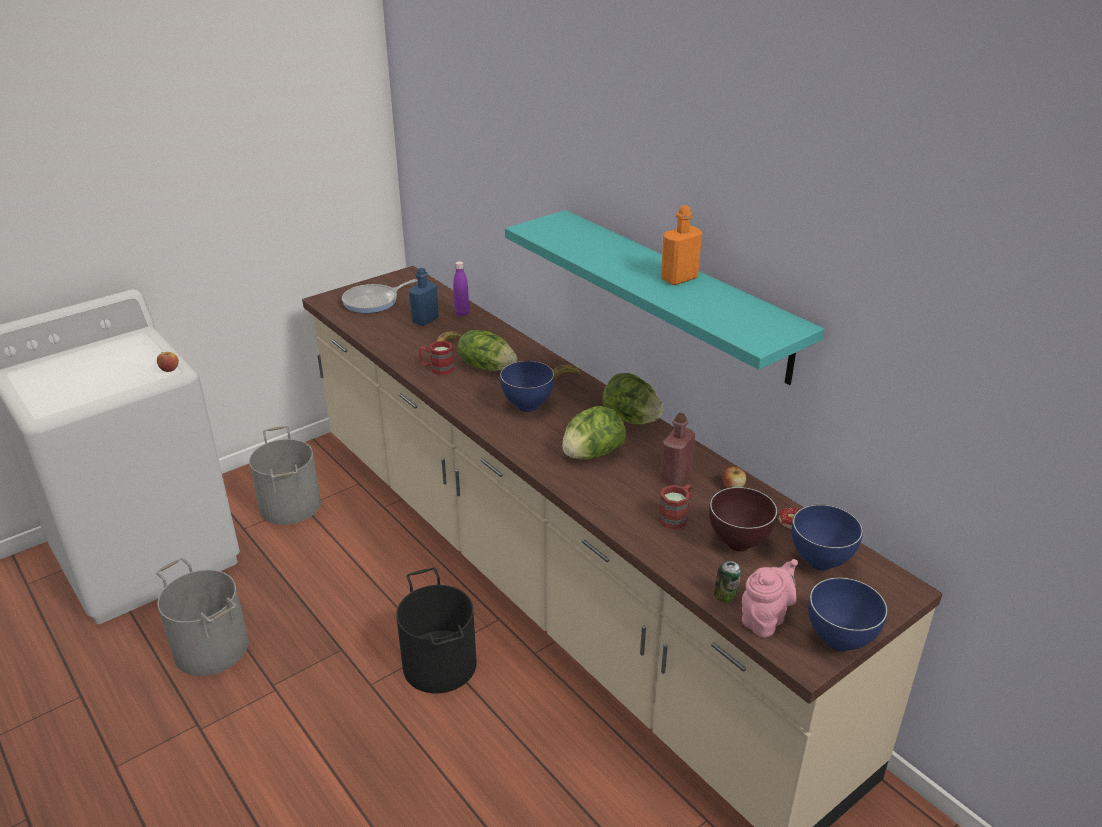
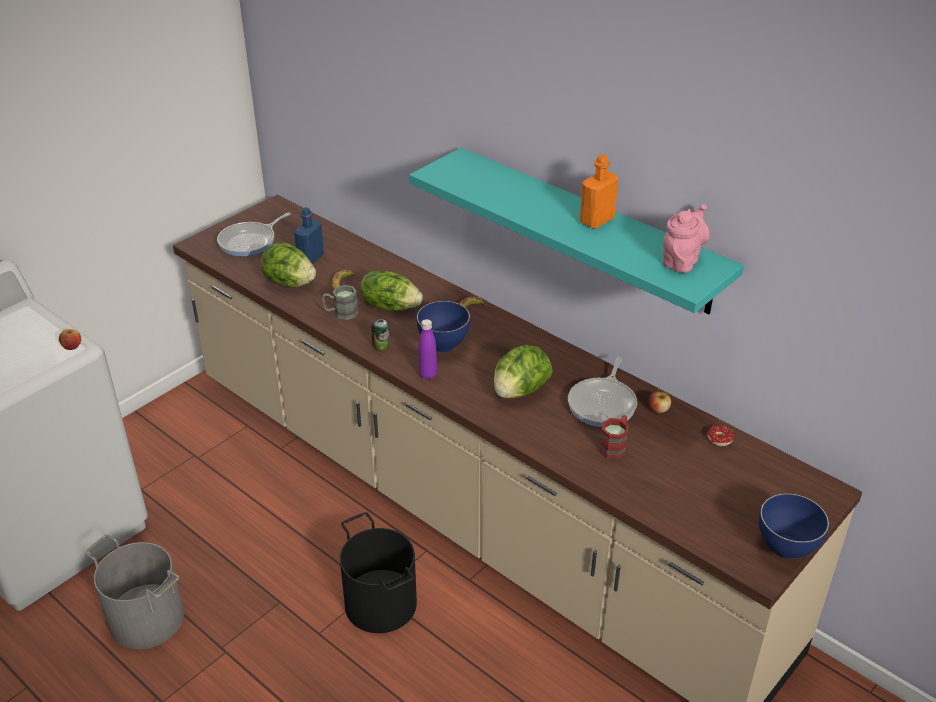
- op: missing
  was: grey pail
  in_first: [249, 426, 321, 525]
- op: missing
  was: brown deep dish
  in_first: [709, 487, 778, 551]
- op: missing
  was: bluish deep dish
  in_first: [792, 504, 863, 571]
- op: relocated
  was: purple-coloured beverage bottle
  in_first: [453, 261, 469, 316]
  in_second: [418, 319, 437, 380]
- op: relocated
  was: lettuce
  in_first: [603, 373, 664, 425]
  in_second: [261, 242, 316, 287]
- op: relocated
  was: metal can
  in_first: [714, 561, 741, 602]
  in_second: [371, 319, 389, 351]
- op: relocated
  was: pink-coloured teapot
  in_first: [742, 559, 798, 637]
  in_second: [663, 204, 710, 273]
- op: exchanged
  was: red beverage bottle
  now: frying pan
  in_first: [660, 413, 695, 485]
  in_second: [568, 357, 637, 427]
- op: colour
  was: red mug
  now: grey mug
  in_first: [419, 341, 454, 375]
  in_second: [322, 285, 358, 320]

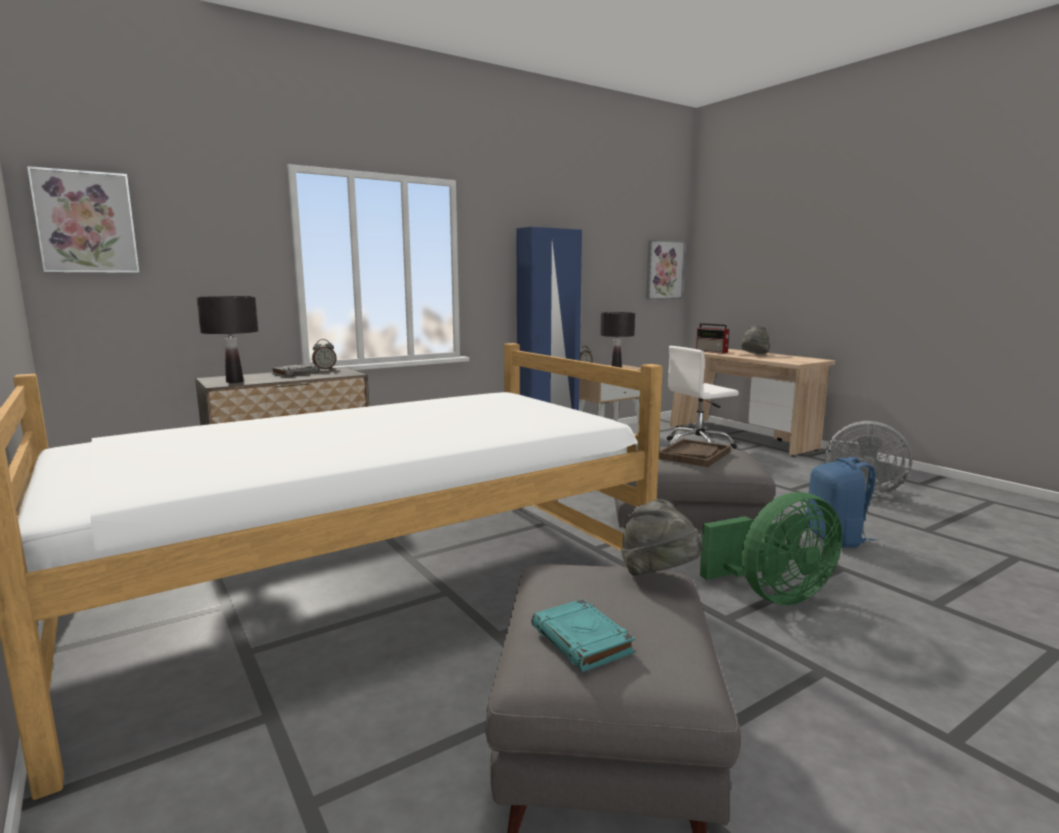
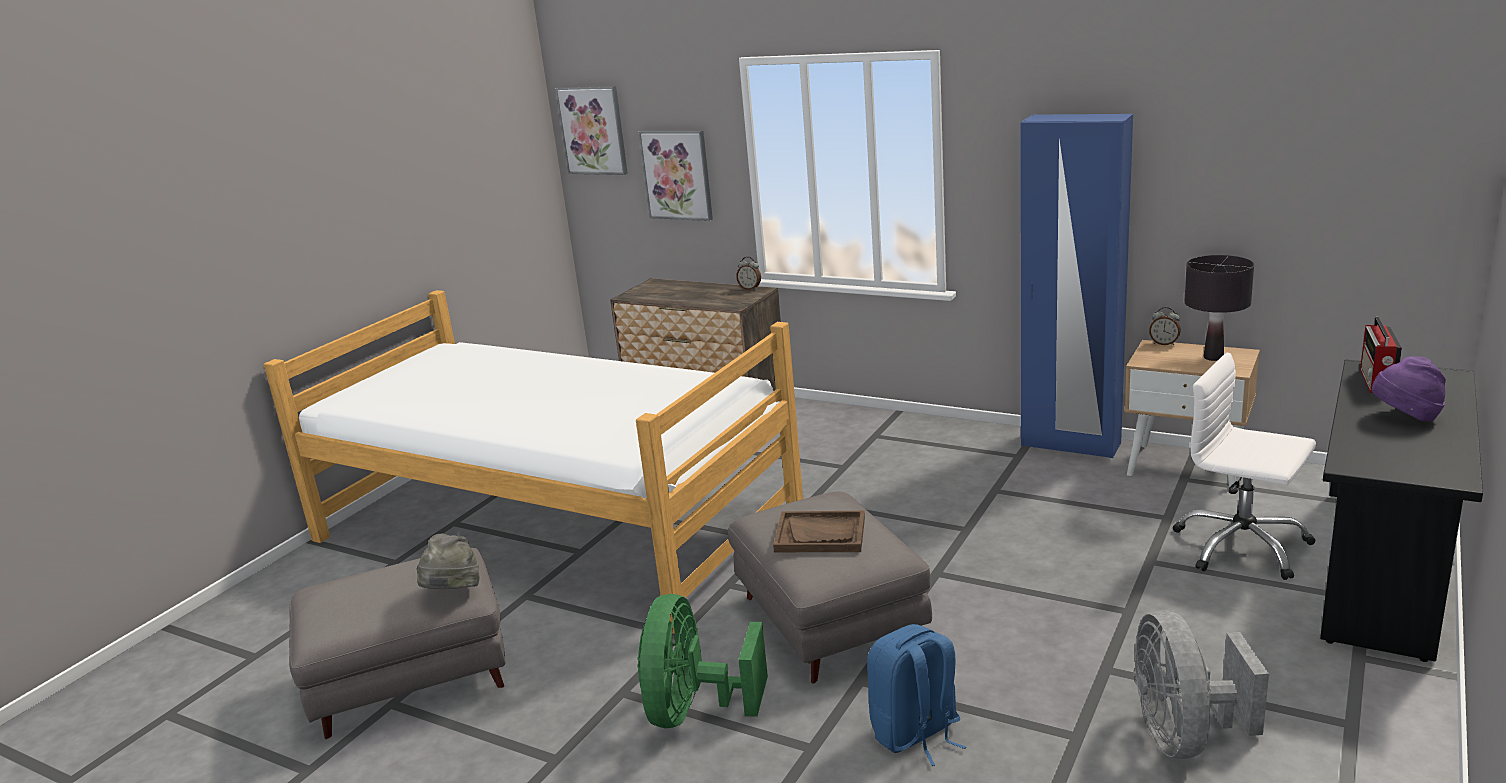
- op: missing
  was: black lamp for a table
  in_first: [196, 296, 258, 383]
- op: missing
  was: grey bound book
  in_first: [271, 364, 319, 377]
- op: missing
  was: turquoise bound book
  in_first: [532, 599, 635, 672]
- op: relocated
  was: wall picture
  in_first: [646, 240, 685, 299]
  in_second: [639, 131, 713, 221]
- op: colour
  was: beige desk table
  now: black desk table
  in_first: [670, 349, 836, 457]
  in_second: [1320, 359, 1483, 662]
- op: colour
  was: grey wearable hat
  now: purple-coloured wearable hat
  in_first: [741, 326, 770, 354]
  in_second: [1372, 356, 1446, 421]
- op: spun
  was: green cooling fan
  in_first: [700, 492, 842, 605]
  in_second: [637, 594, 768, 728]
  clockwise: 60

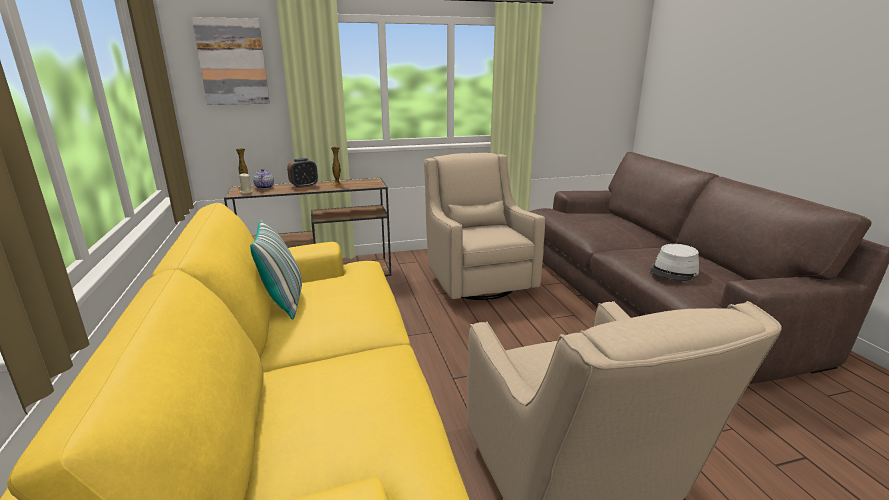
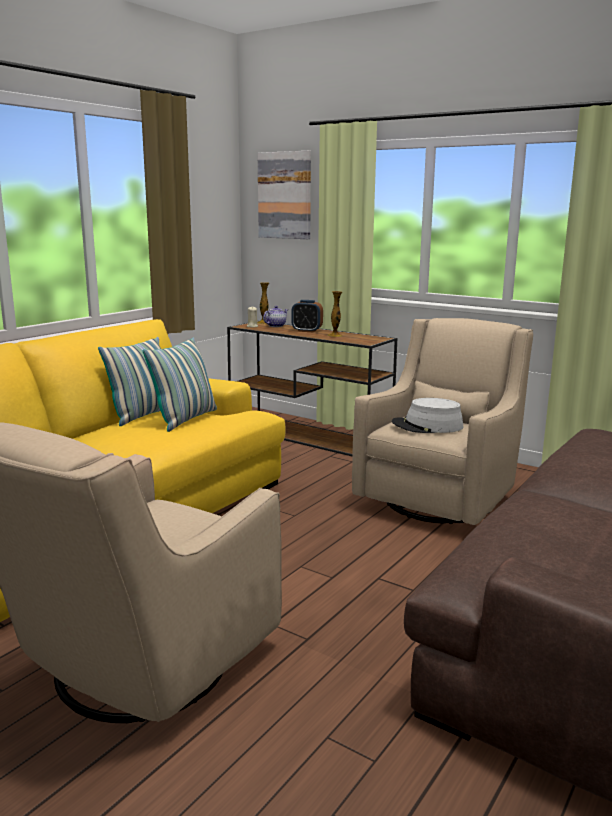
- op: appeared
  now: cushion
  in_second: [143, 337, 217, 432]
- op: relocated
  was: grey wearable hat
  in_first: [650, 244, 699, 281]
  in_second: [392, 398, 464, 433]

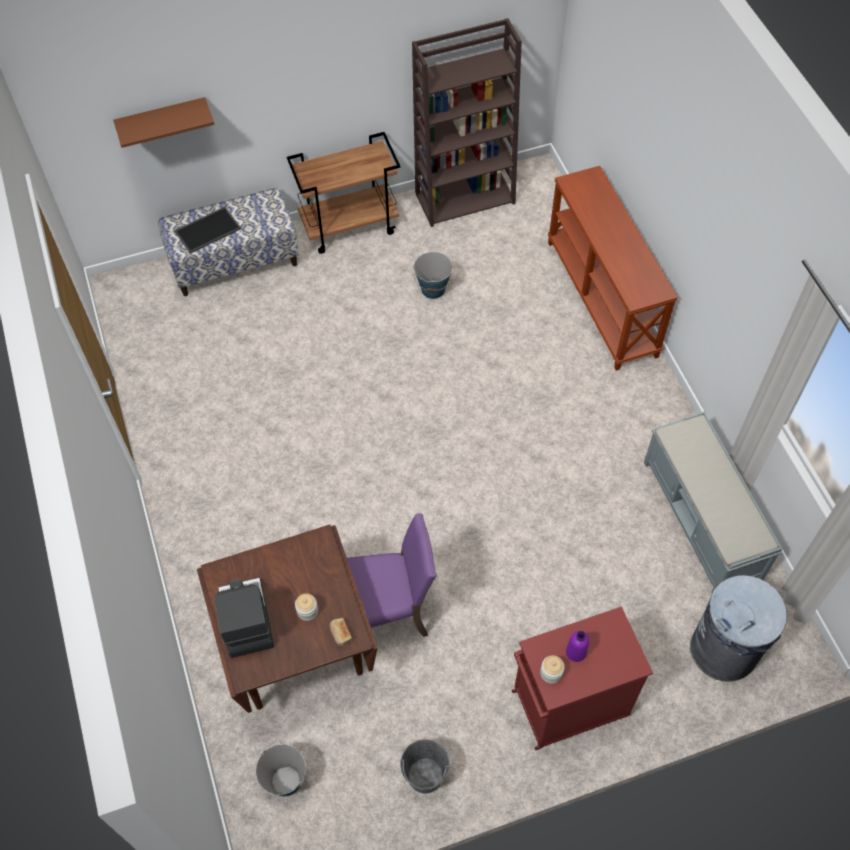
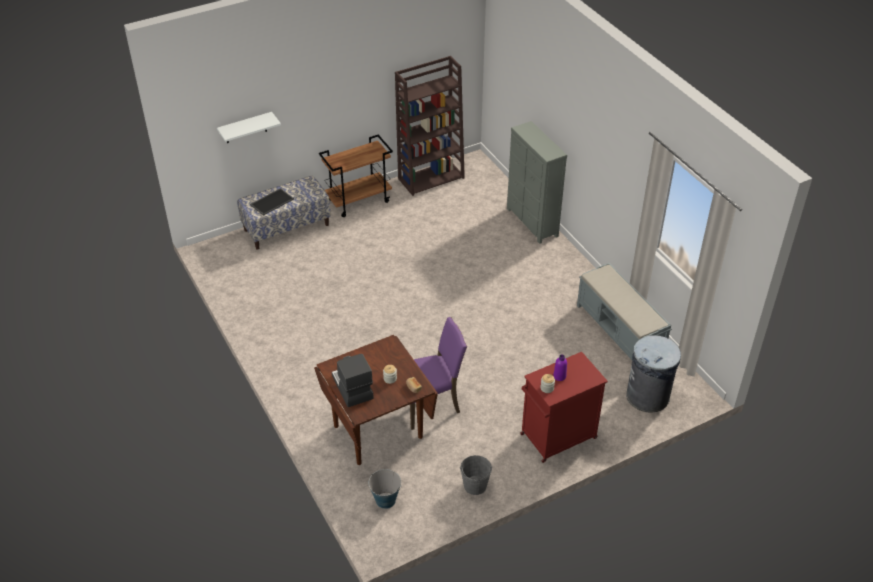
- op: missing
  was: pail
  in_first: [413, 252, 453, 299]
- op: exchanged
  was: brown narrow table
  now: grey dresser
  in_first: [548, 166, 678, 371]
  in_second: [507, 121, 567, 244]
- op: colour
  was: brown wall shelf
  now: whitish wall shelf
  in_first: [113, 97, 214, 148]
  in_second: [217, 112, 281, 143]

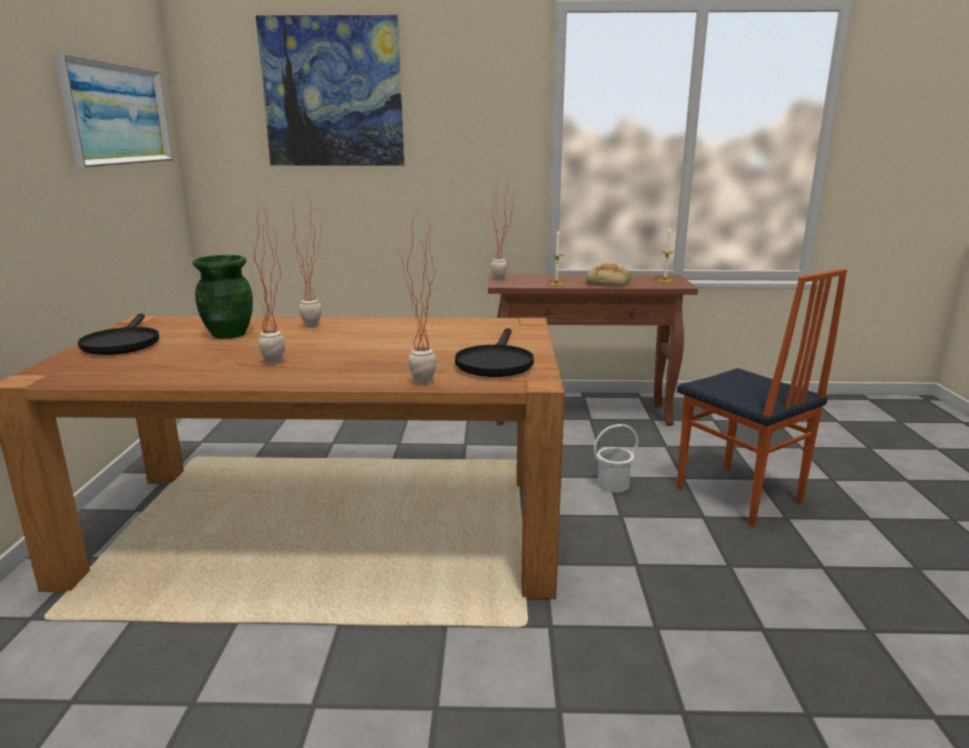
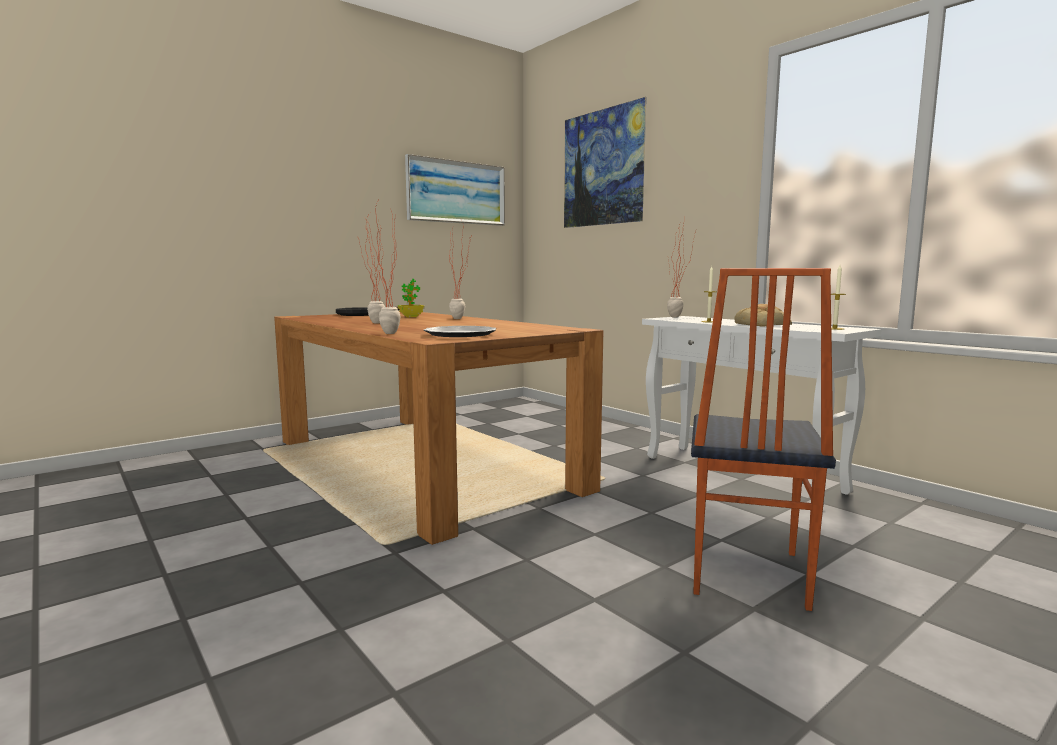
- op: missing
  was: whitish pail
  in_first: [594, 424, 638, 493]
- op: exchanged
  was: green vase
  now: potted plant
  in_first: [193, 255, 253, 339]
  in_second: [398, 279, 424, 317]
- op: exchanged
  was: black frying pan
  now: plate
  in_first: [455, 328, 534, 377]
  in_second: [424, 326, 497, 337]
- op: colour
  was: brown narrow table
  now: whitish narrow table
  in_first: [488, 274, 698, 426]
  in_second: [642, 316, 882, 506]

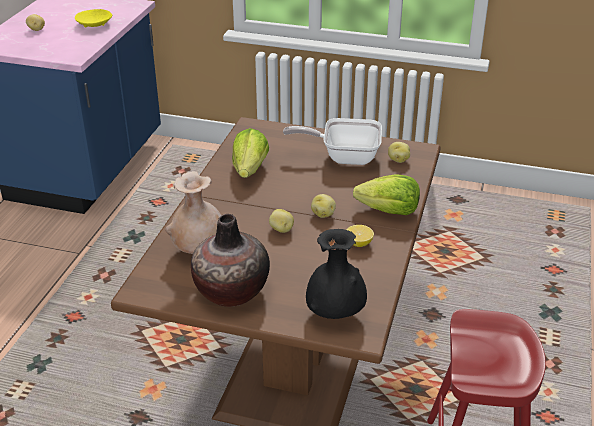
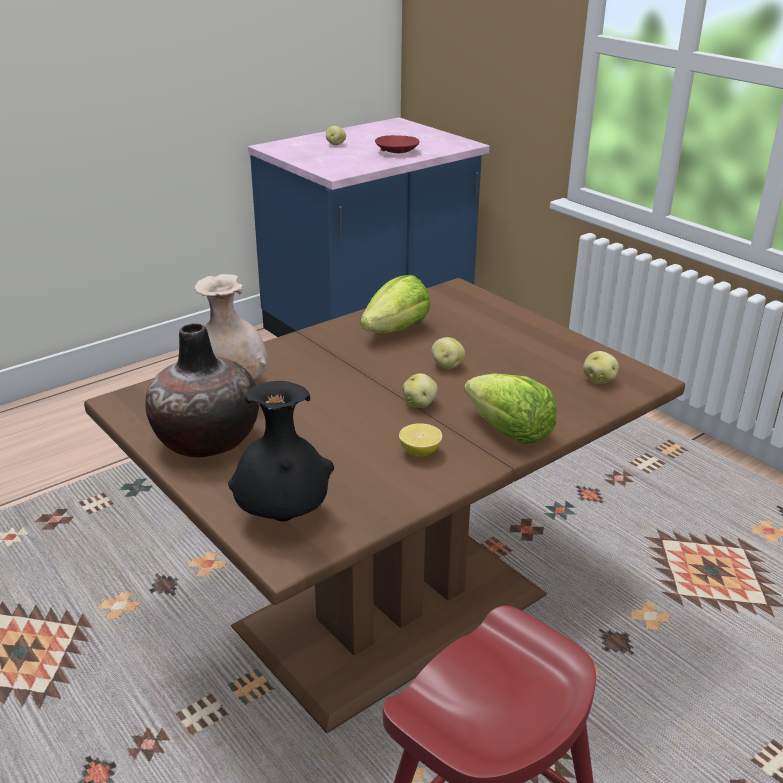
- op: missing
  was: frying pan
  in_first: [283, 118, 382, 165]
- op: relocated
  was: potato
  in_first: [269, 209, 294, 233]
  in_second: [431, 337, 465, 369]
- op: colour
  was: yellow-coloured deep dish
  now: red deep dish
  in_first: [75, 9, 112, 27]
  in_second: [375, 135, 420, 153]

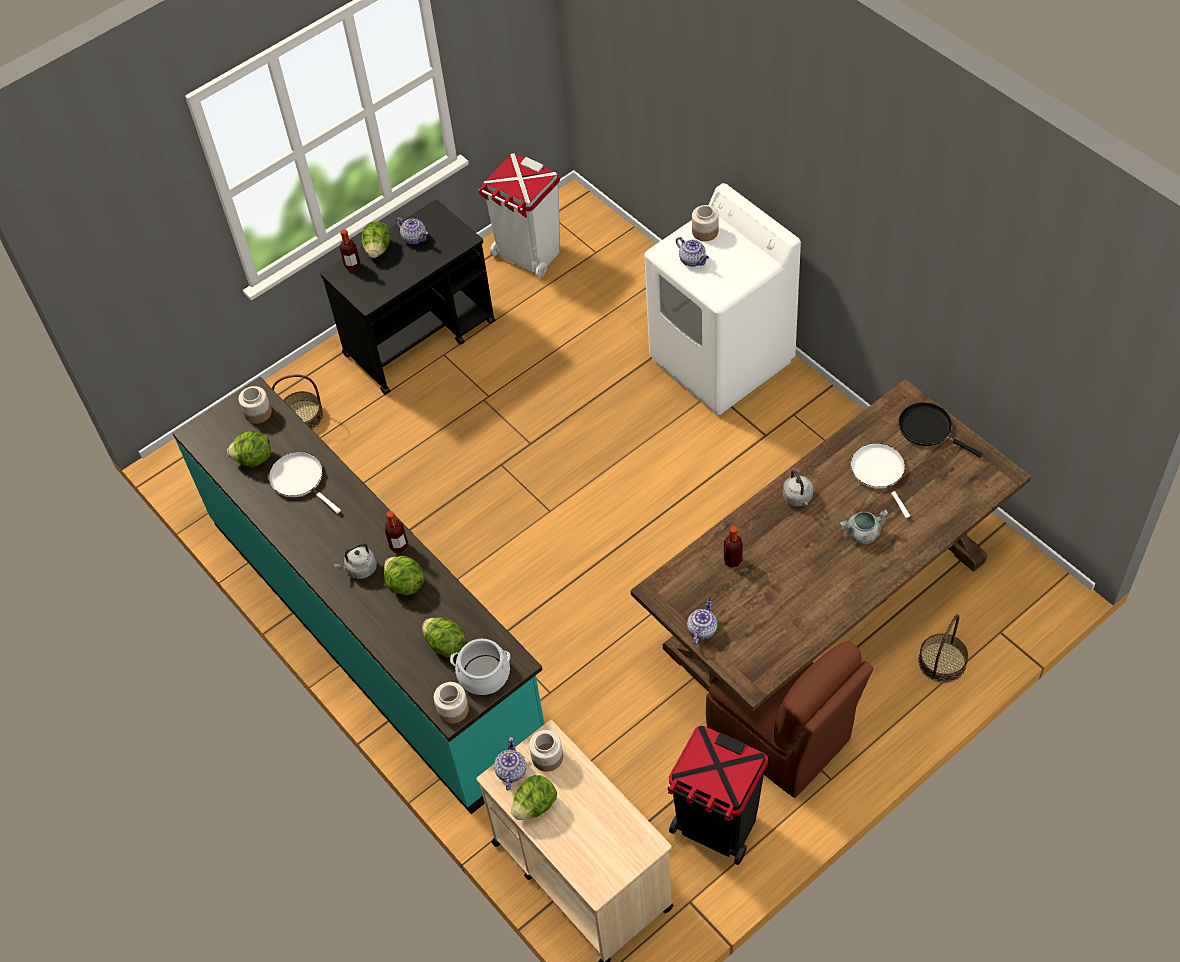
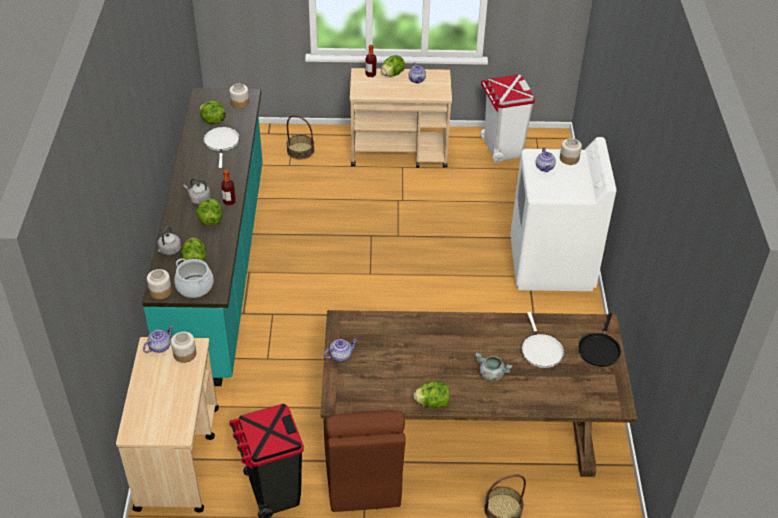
- op: missing
  was: beverage bottle
  in_first: [724, 526, 743, 568]
- op: relocated
  was: lettuce
  in_first: [511, 775, 557, 820]
  in_second: [413, 381, 450, 408]
- op: relocated
  was: grey water kettle
  in_first: [783, 470, 813, 506]
  in_second: [158, 226, 181, 255]
- op: colour
  was: black cart
  now: beige cart
  in_first: [320, 200, 496, 395]
  in_second: [350, 68, 452, 168]
- op: spun
  was: whitish frying pan
  in_first: [851, 443, 910, 518]
  in_second: [522, 312, 564, 368]
  clockwise: 150
- op: spun
  was: black frying pan
  in_first: [898, 402, 983, 458]
  in_second: [578, 313, 621, 367]
  clockwise: -150

